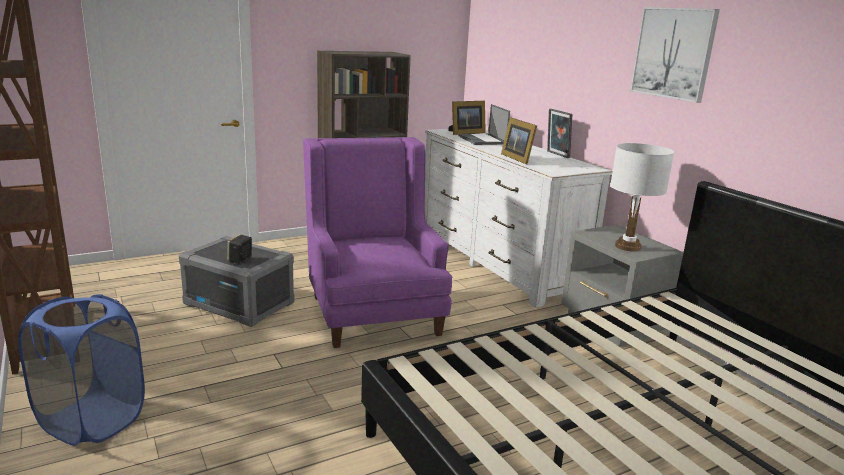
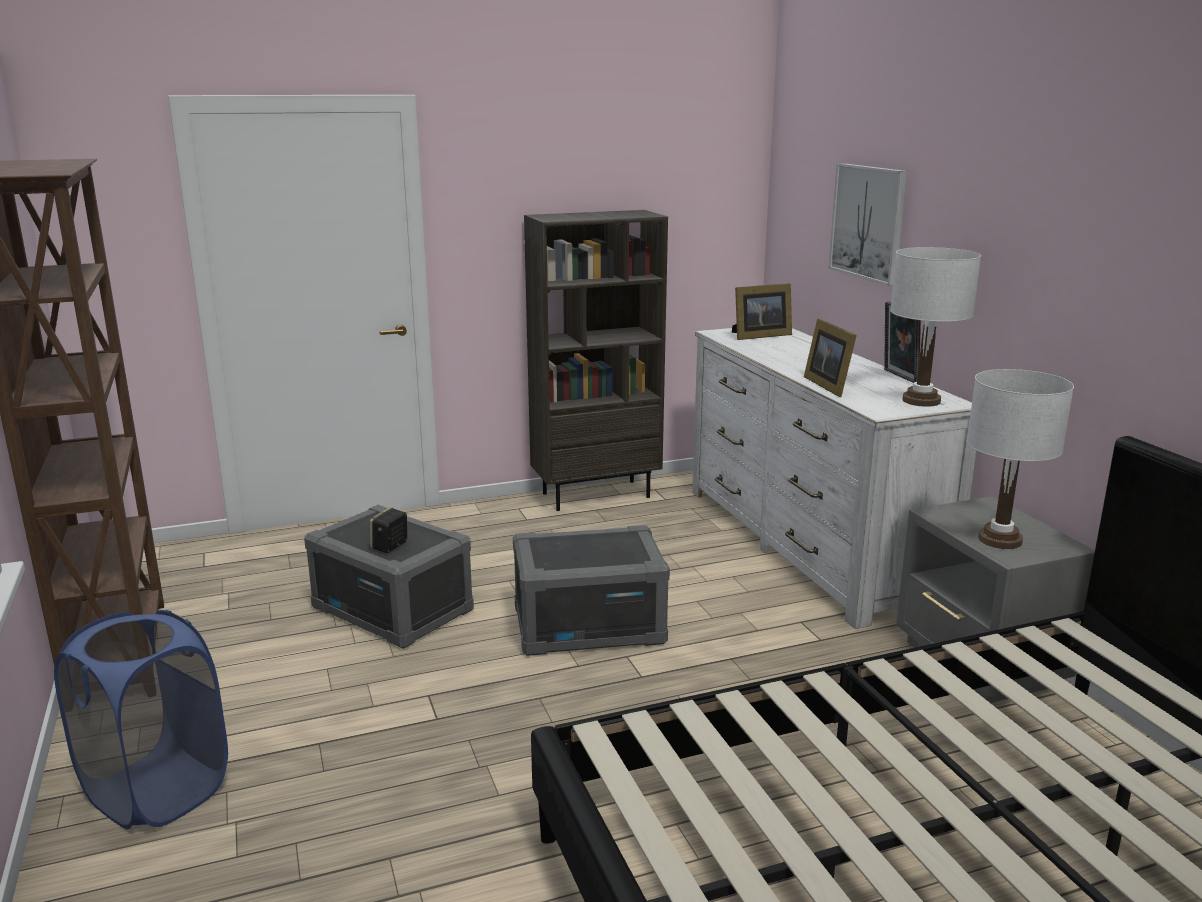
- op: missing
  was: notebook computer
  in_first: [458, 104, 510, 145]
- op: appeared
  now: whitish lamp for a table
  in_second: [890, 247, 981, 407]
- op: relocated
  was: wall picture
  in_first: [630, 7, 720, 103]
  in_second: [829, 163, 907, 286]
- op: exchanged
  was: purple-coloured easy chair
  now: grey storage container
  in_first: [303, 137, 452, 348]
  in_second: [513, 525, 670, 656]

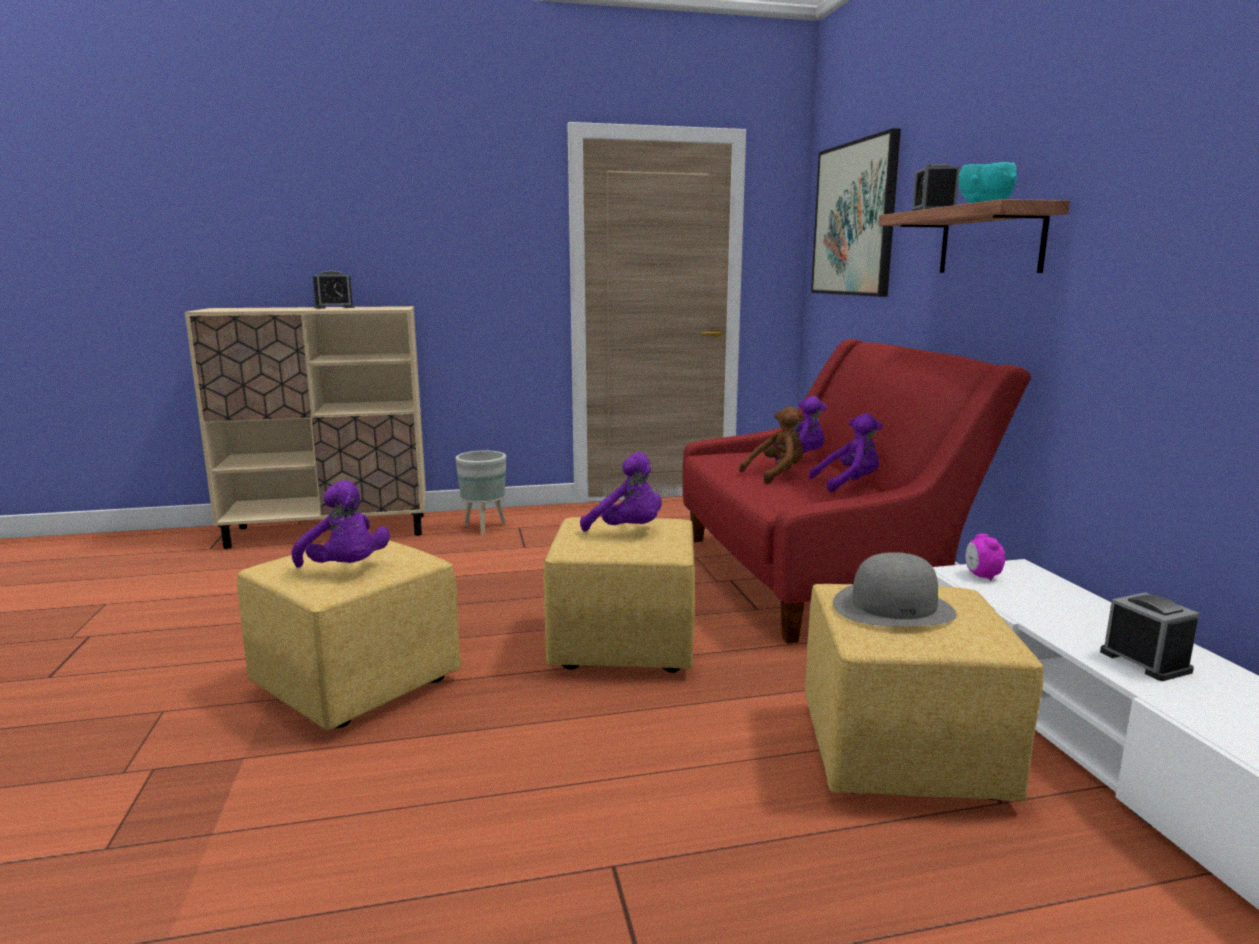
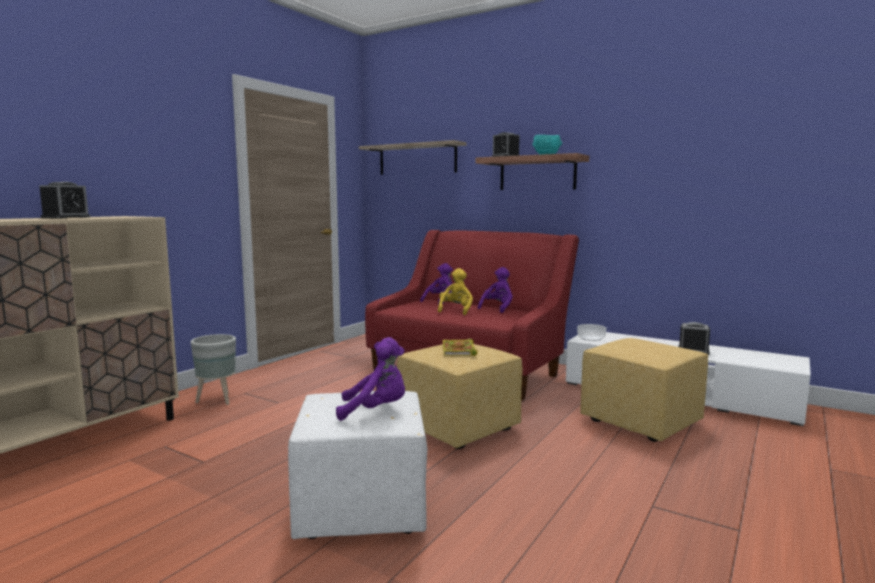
- op: missing
  was: grey wearable hat
  in_first: [833, 552, 957, 626]
- op: exchanged
  was: purple-coloured plush toy
  now: bound book
  in_first: [580, 452, 662, 531]
  in_second: [442, 339, 478, 356]
- op: exchanged
  was: wall picture
  now: wall shelf
  in_first: [811, 128, 901, 297]
  in_second: [359, 140, 467, 175]
- op: exchanged
  was: table clock
  now: deep dish
  in_first: [965, 534, 1005, 581]
  in_second: [577, 324, 606, 341]
- op: colour
  was: yellow-coloured ottoman
  now: whitish ottoman
  in_first: [237, 540, 461, 731]
  in_second: [288, 391, 427, 539]
- op: colour
  was: brown plush toy
  now: yellow-coloured plush toy
  in_first: [739, 406, 805, 484]
  in_second: [438, 268, 473, 315]

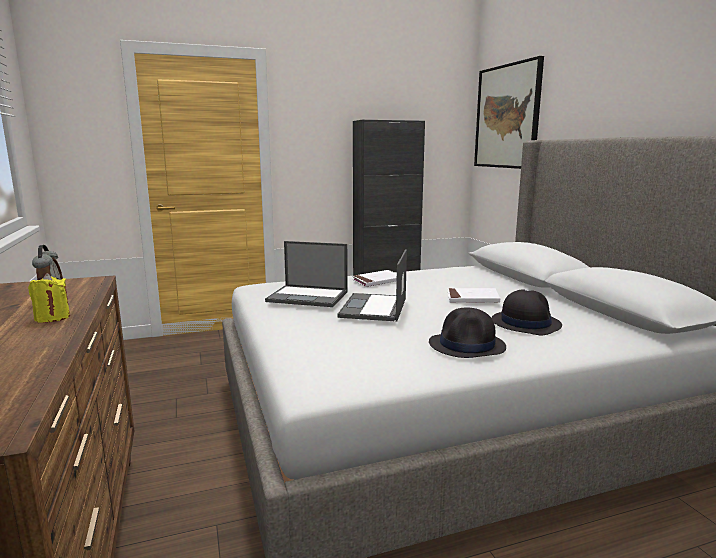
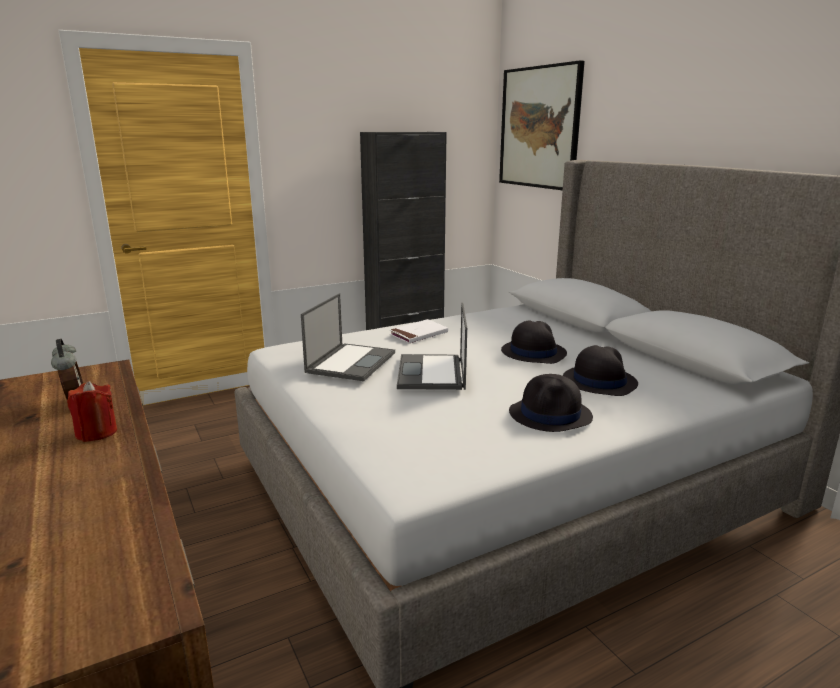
- op: exchanged
  was: whitish bound book
  now: black wearable hat
  in_first: [448, 288, 500, 303]
  in_second: [501, 320, 567, 364]
- op: colour
  was: yellow-coloured wax light
  now: red wax light
  in_first: [28, 273, 70, 323]
  in_second: [67, 381, 117, 442]
- op: spun
  was: notebook computer
  in_first: [265, 241, 348, 307]
  in_second: [301, 293, 395, 381]
  clockwise: -75

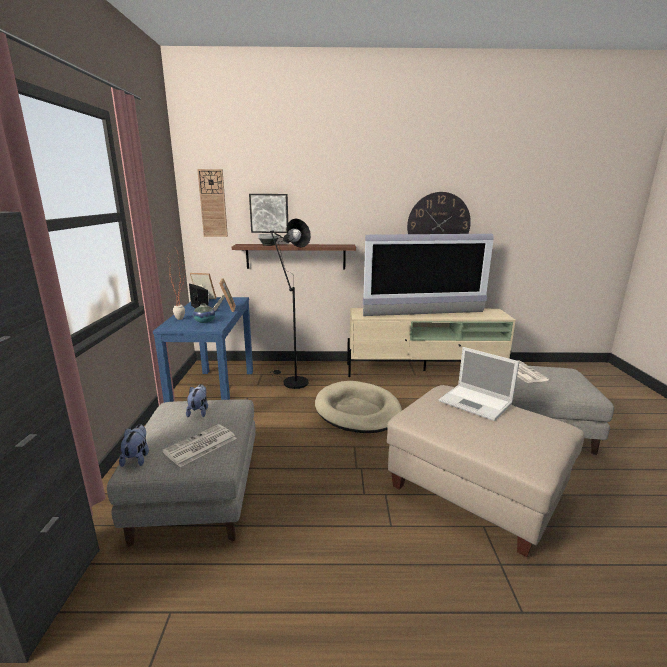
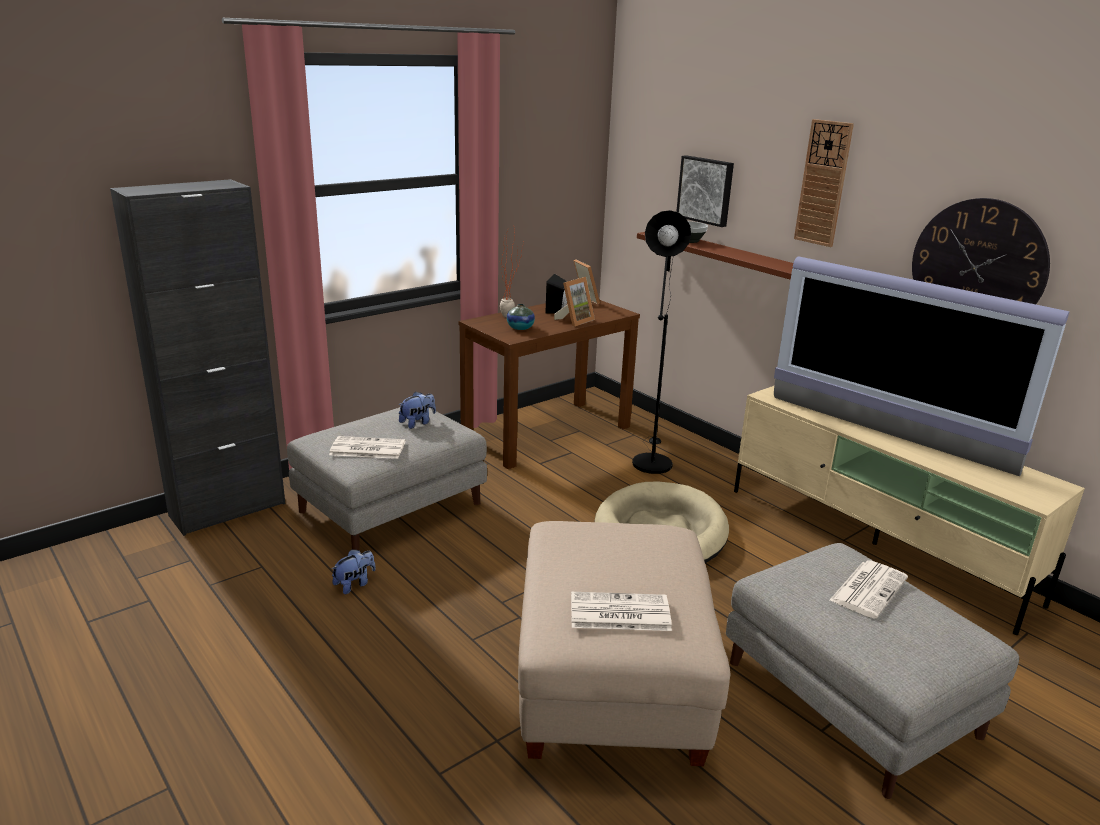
- op: missing
  was: notebook computer
  in_first: [439, 347, 519, 421]
- op: appeared
  now: printed paper
  in_second: [571, 592, 672, 631]
- op: relocated
  was: plush toy
  in_first: [119, 424, 149, 467]
  in_second: [331, 549, 376, 594]
- op: relocated
  was: clock on the wall
  in_first: [197, 169, 228, 237]
  in_second: [794, 119, 854, 247]
- op: colour
  was: bluish narrow table
  now: brown narrow table
  in_first: [153, 297, 253, 403]
  in_second: [459, 300, 640, 469]

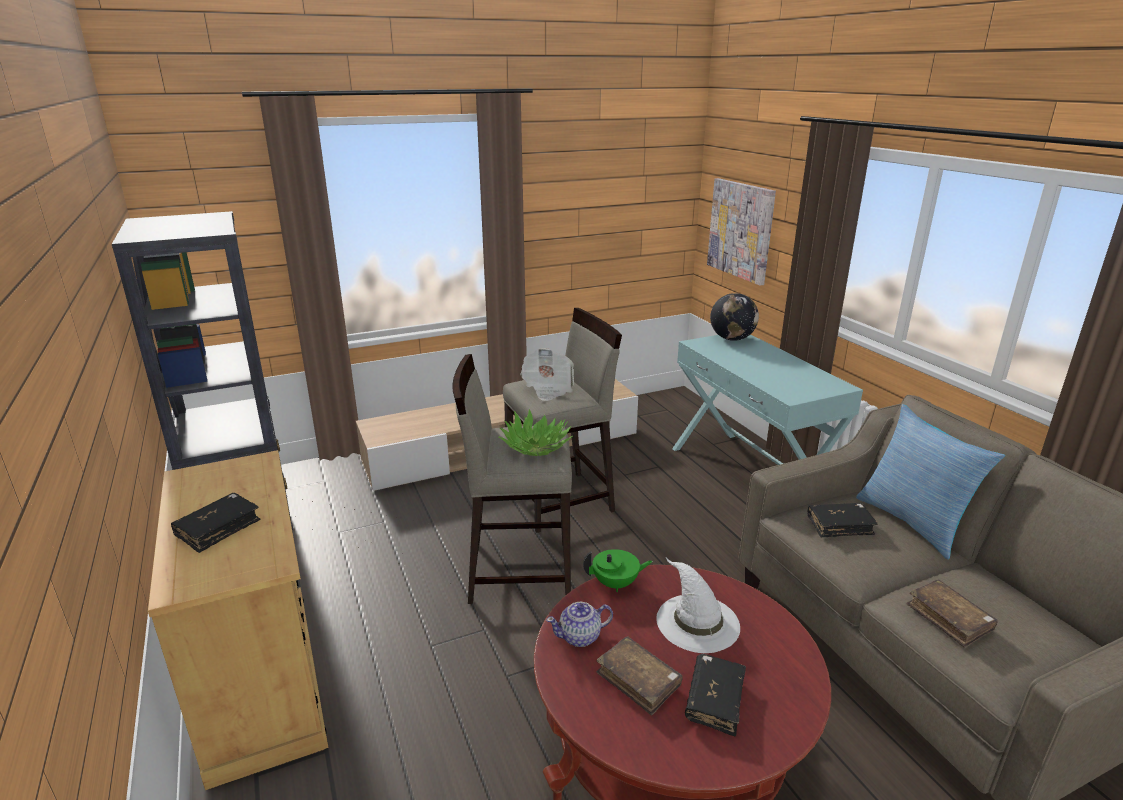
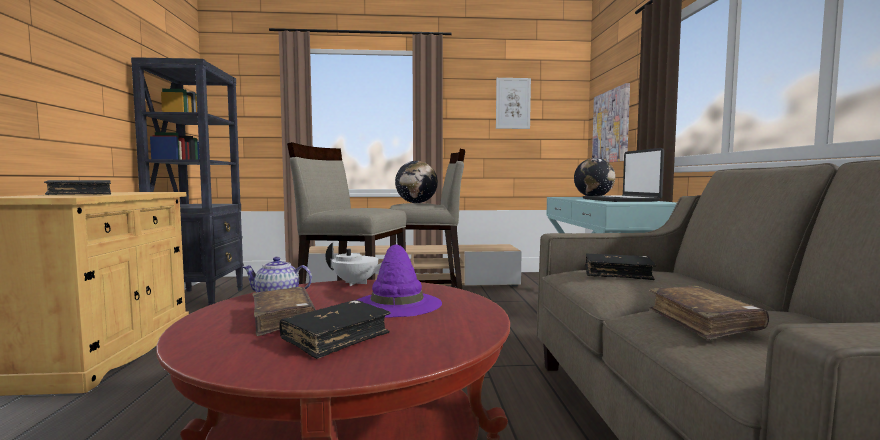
- op: missing
  was: potted plant
  in_first: [499, 409, 573, 456]
- op: missing
  was: cushion
  in_first: [856, 404, 1005, 560]
- op: appeared
  now: wall picture
  in_second: [496, 78, 531, 129]
- op: appeared
  now: notebook computer
  in_second: [583, 148, 664, 202]
- op: exchanged
  was: printed paper
  now: globe
  in_first: [520, 348, 574, 401]
  in_second: [395, 161, 438, 203]
- op: colour
  was: green teapot
  now: whitish teapot
  in_first: [583, 549, 653, 592]
  in_second: [326, 243, 381, 286]
- op: colour
  was: whitish wearable hat
  now: purple-coloured wearable hat
  in_first: [656, 558, 740, 653]
  in_second: [357, 245, 442, 317]

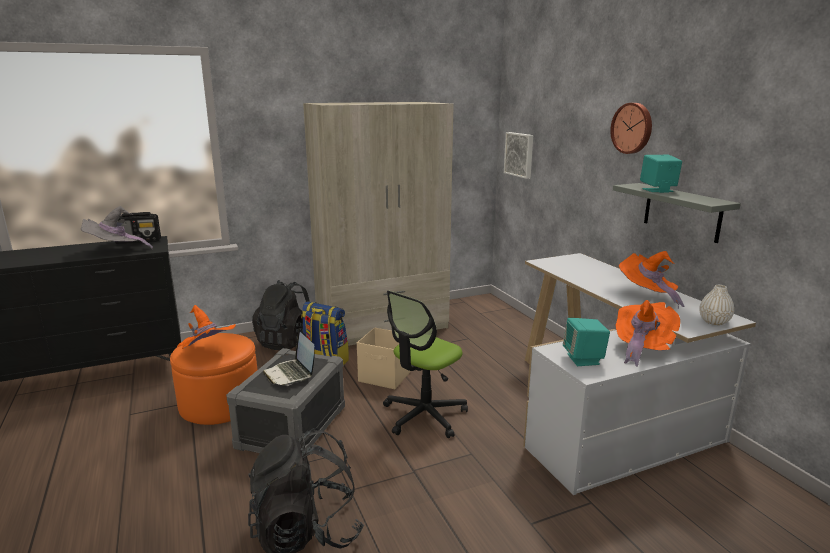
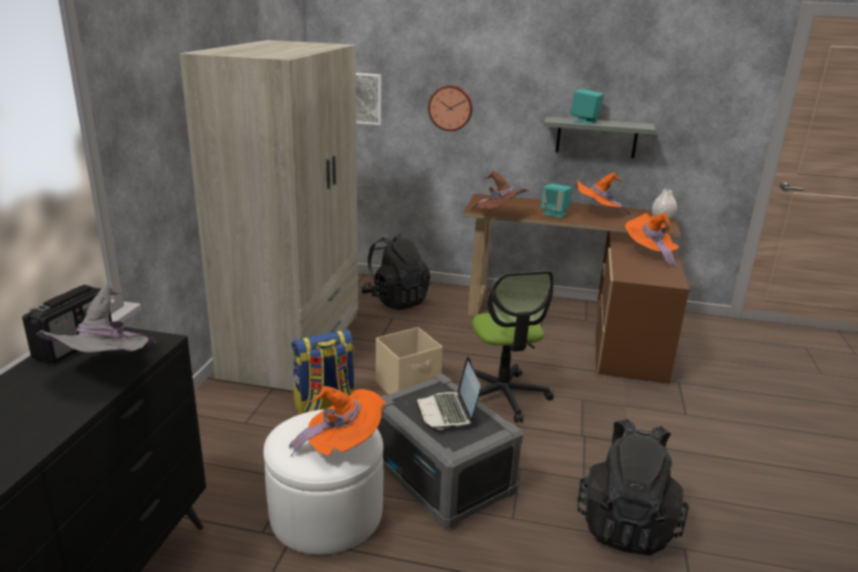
- op: appeared
  now: brown wearable hat
  in_second: [469, 171, 529, 211]
- op: relocated
  was: black knapsack
  in_first: [252, 280, 310, 350]
  in_second: [361, 234, 430, 310]
- op: relocated
  was: turquoise audio speaker
  in_first: [563, 318, 610, 366]
  in_second: [540, 184, 572, 218]
- op: relocated
  was: clock on the wall
  in_first: [610, 103, 652, 154]
  in_second: [428, 85, 473, 131]
- op: colour
  was: orangey ottoman
  now: whitish ottoman
  in_first: [170, 333, 258, 425]
  in_second: [264, 409, 383, 555]
- op: colour
  was: whitish desk table
  now: brown desk table
  in_first: [523, 253, 756, 495]
  in_second: [463, 194, 690, 384]
- op: spun
  was: notebook computer
  in_first: [263, 329, 315, 386]
  in_second: [415, 357, 480, 430]
  clockwise: 75

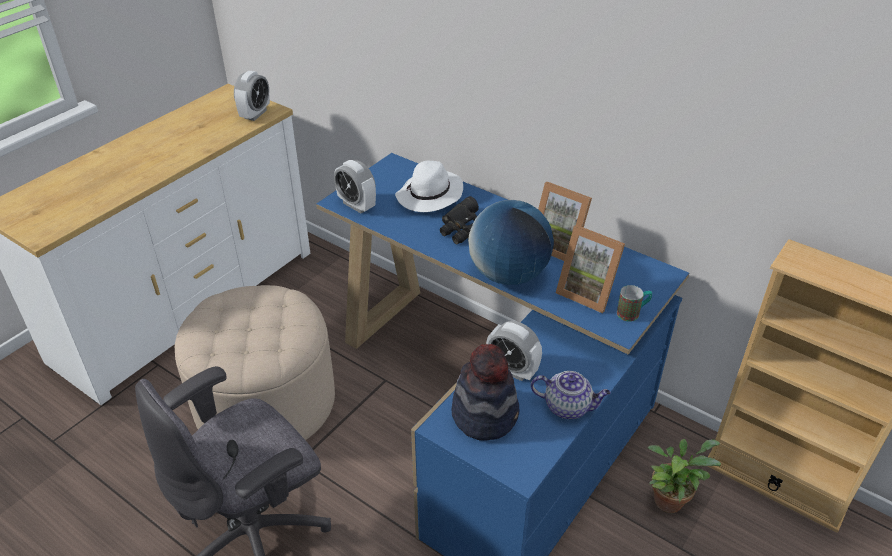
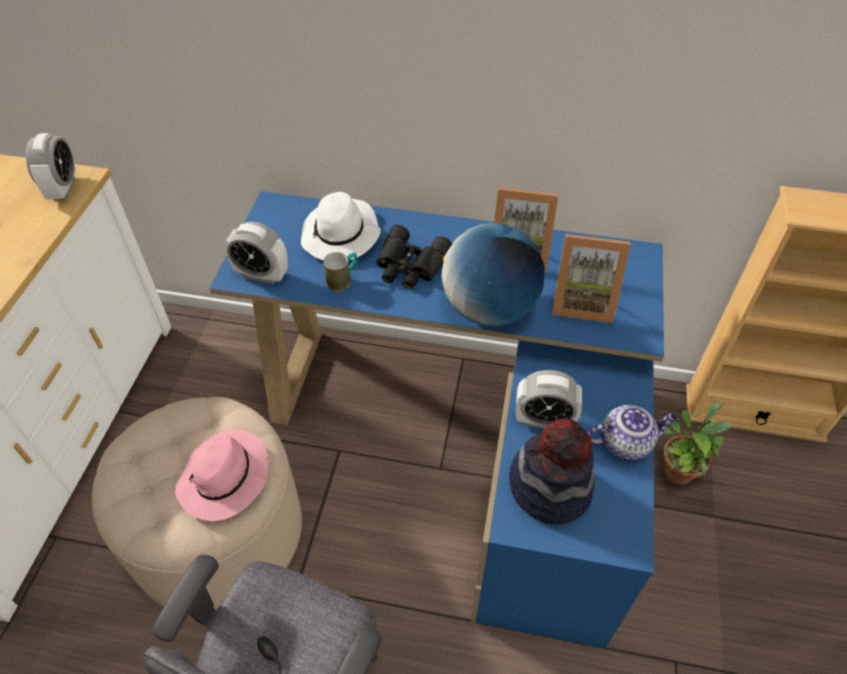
- op: appeared
  now: pink-coloured wearable hat
  in_second: [175, 429, 268, 521]
- op: relocated
  was: mug
  in_first: [617, 285, 652, 322]
  in_second: [323, 252, 357, 292]

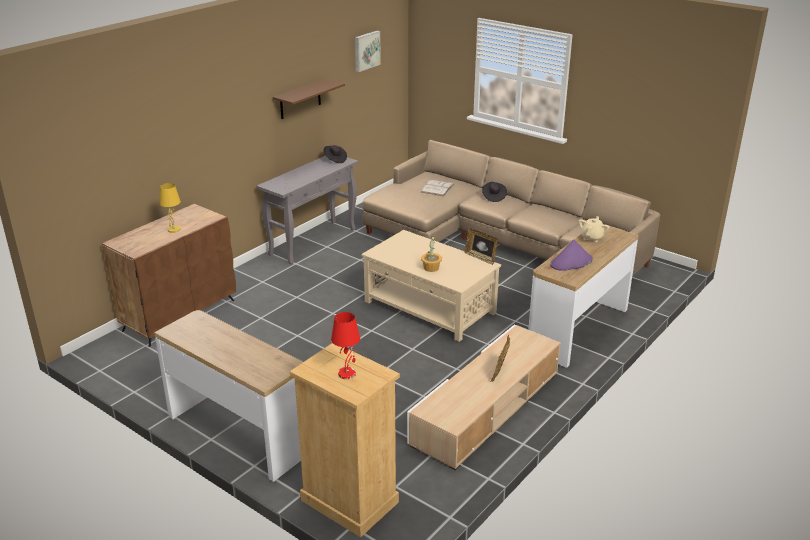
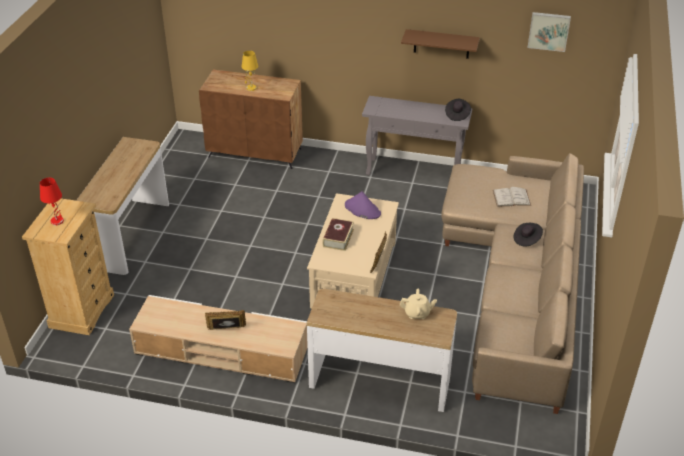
- op: relocated
  was: purple-coloured wearable hat
  in_first: [550, 239, 593, 271]
  in_second: [345, 191, 381, 219]
- op: exchanged
  was: potted plant
  now: bound book
  in_first: [421, 236, 442, 272]
  in_second: [322, 218, 354, 251]

